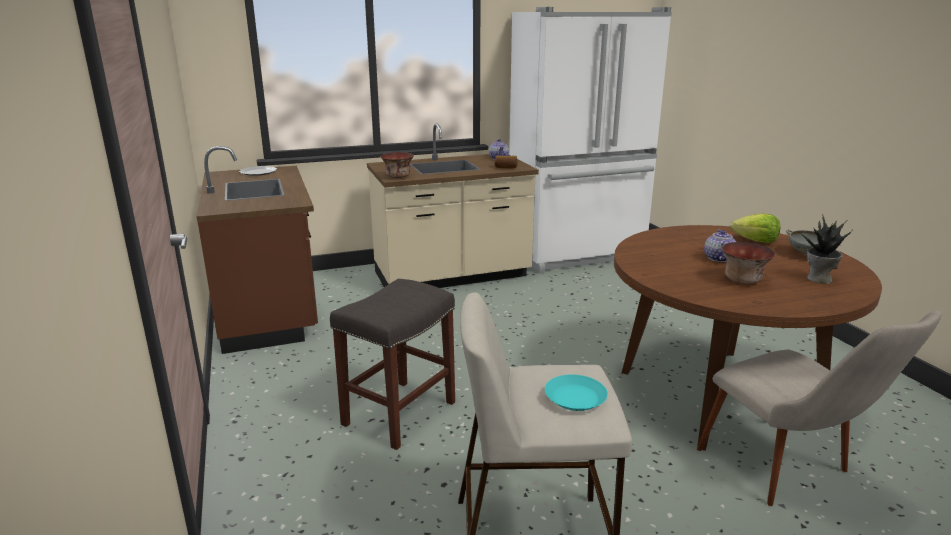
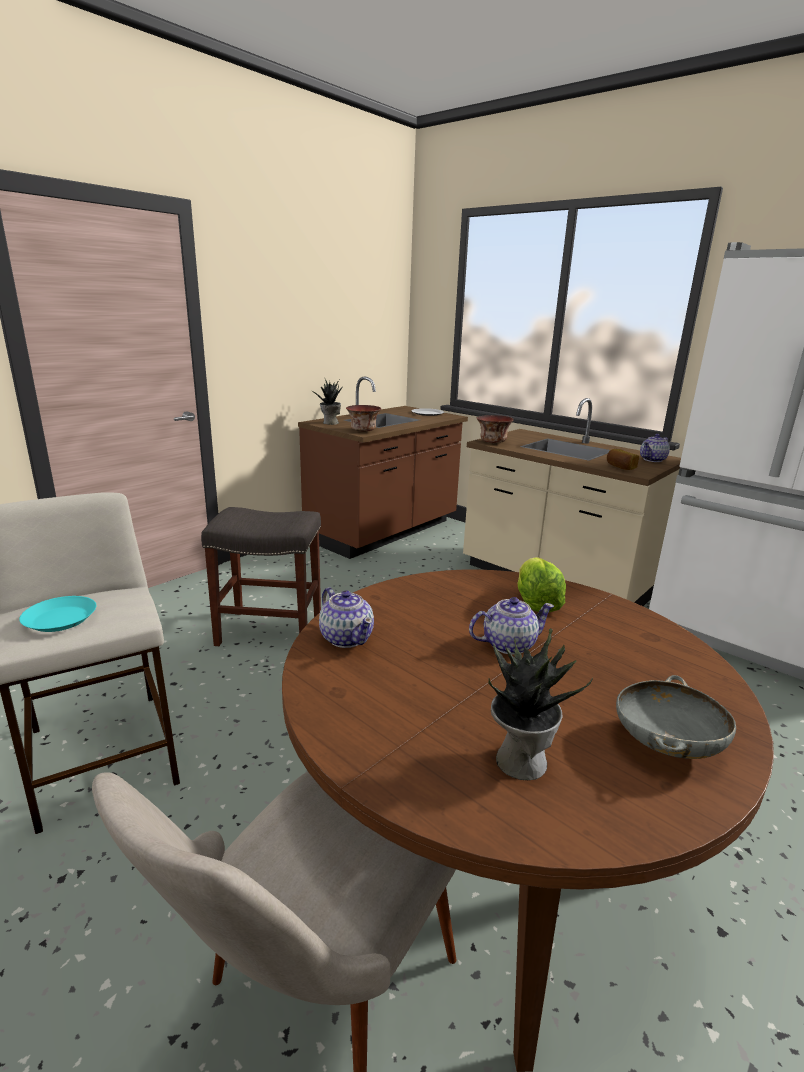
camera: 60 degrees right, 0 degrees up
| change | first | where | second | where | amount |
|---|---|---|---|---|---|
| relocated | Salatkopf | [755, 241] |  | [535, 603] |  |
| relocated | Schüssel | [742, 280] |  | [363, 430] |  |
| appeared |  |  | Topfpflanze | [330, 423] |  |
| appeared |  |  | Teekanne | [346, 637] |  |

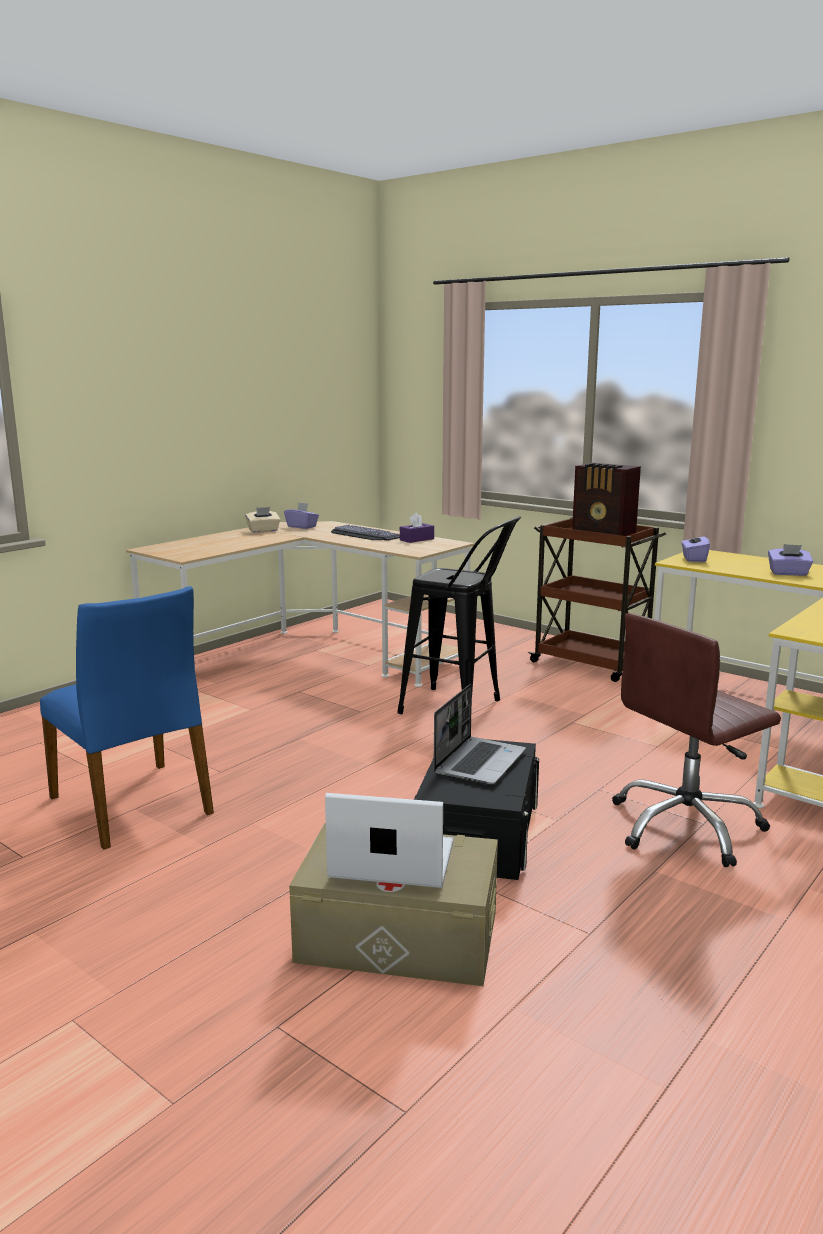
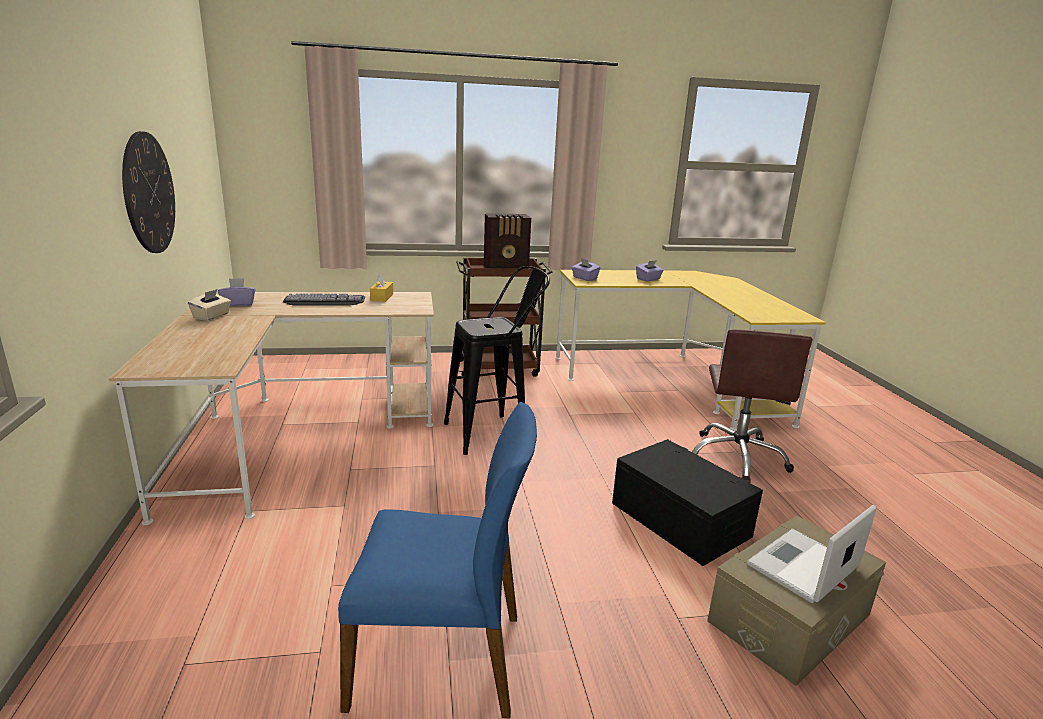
camera: 50 degrees left, 5 degrees up
| change | first | where | second | where | amount |
|---|---|---|---|---|---|
| colour | Taschentuchbox (lila) | [417, 539] | Taschentuchbox (gelb) | [382, 297] |  |
| missing | Laptop | [479, 762] |  |  |  |
| appeared |  |  | Wanduhr | [149, 193] |  |

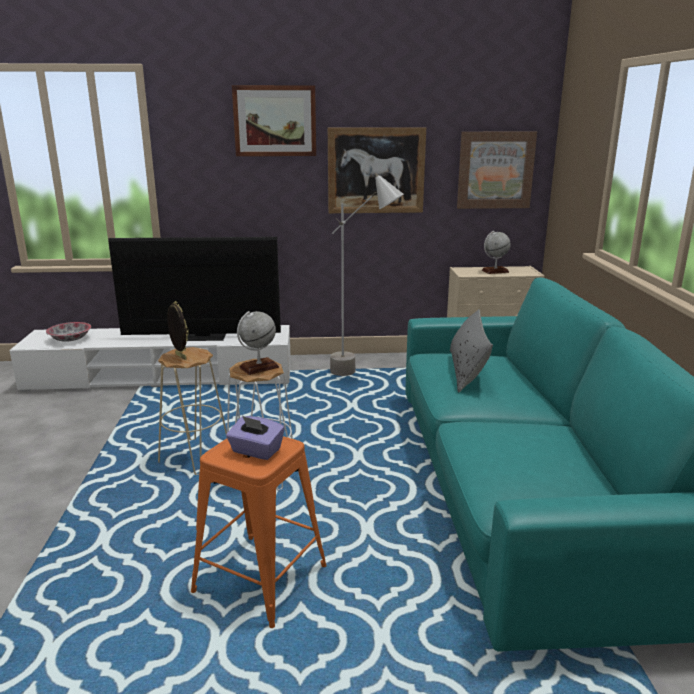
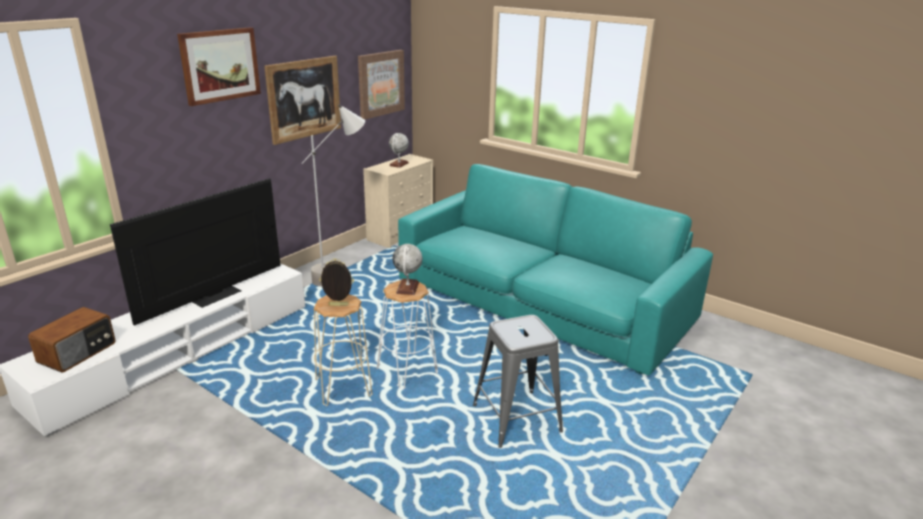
camera: 50 degrees left, 5 degrees up
| change | first | where | second | where | amount |
|---|---|---|---|---|---|
| missing | Kissen (grau) | [467, 370] |  |  |  |
| exchanged | Schüssel | [70, 339] | Radio | [78, 353] |  |
| missing | Taschentuchbox (lila) | [256, 451] |  |  |  |
| colour | Hocker (orange) | [260, 579] | Hocker (grau) | [516, 418] |  |

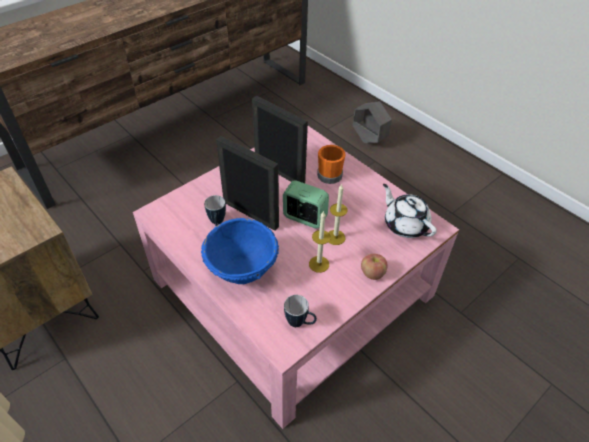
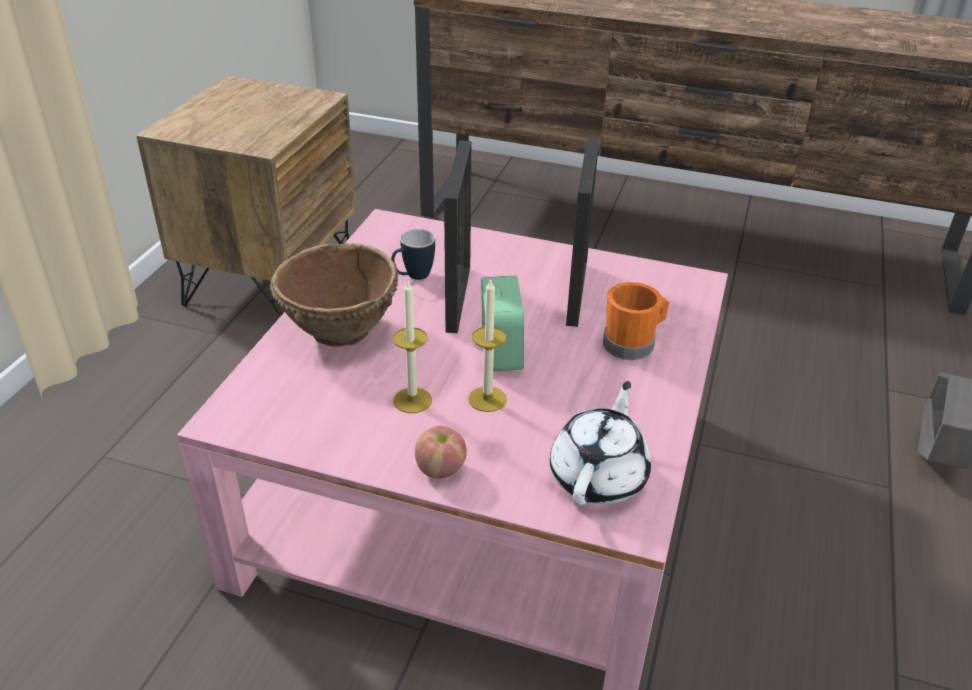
camera: 60 degrees right, 10 degrees down
| change | first | where | second | where | amount |
|---|---|---|---|---|---|
| colour | Schüssel (blau) | [243, 271] | Schüssel (braun) | [340, 331] |  |
| missing | Henkelbecher | [300, 323] |  |  |  |

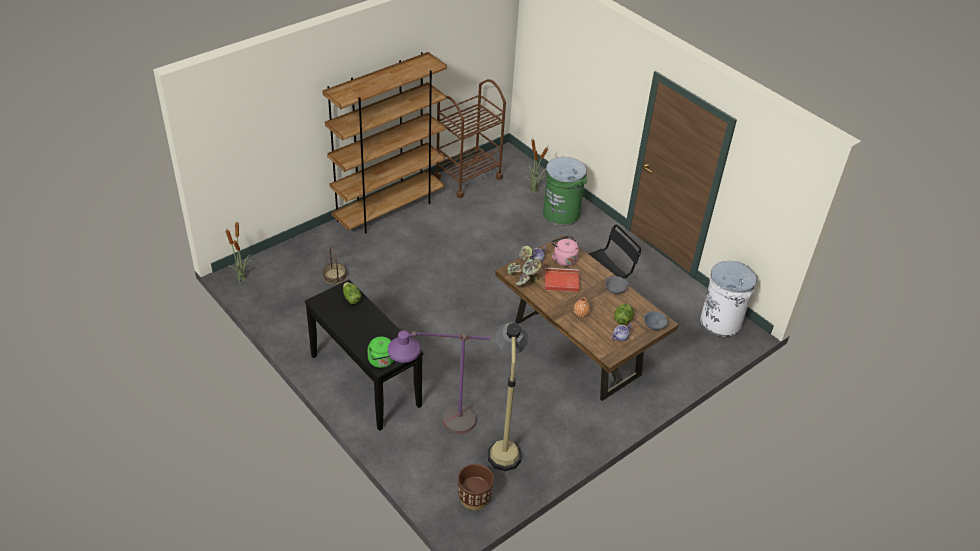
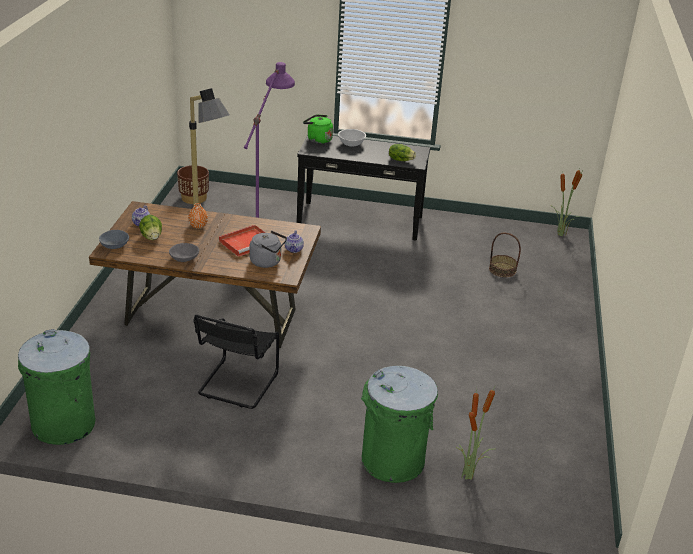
camera: 140 degrees right, 10 degrees down
| change | first | where | second | where | amount |
|---|---|---|---|---|---|
| missing | Bücherregal (braun) | [389, 209] |  |  |  |
| missing | Rollwagen (braun) | [468, 177] |  |  |  |
| colour | Wasserkessel (rosa) | [563, 259] | Wasserkessel (grau) | [267, 262] |  |
| missing | Topfpflanze | [524, 279] |  |  |  |
| colour | Mülleimer (weiß) | [721, 322] | Mülleimer (grün) | [63, 424] |  |
| appeared |  |  | Schüssel (weiß) | [351, 144] |  |

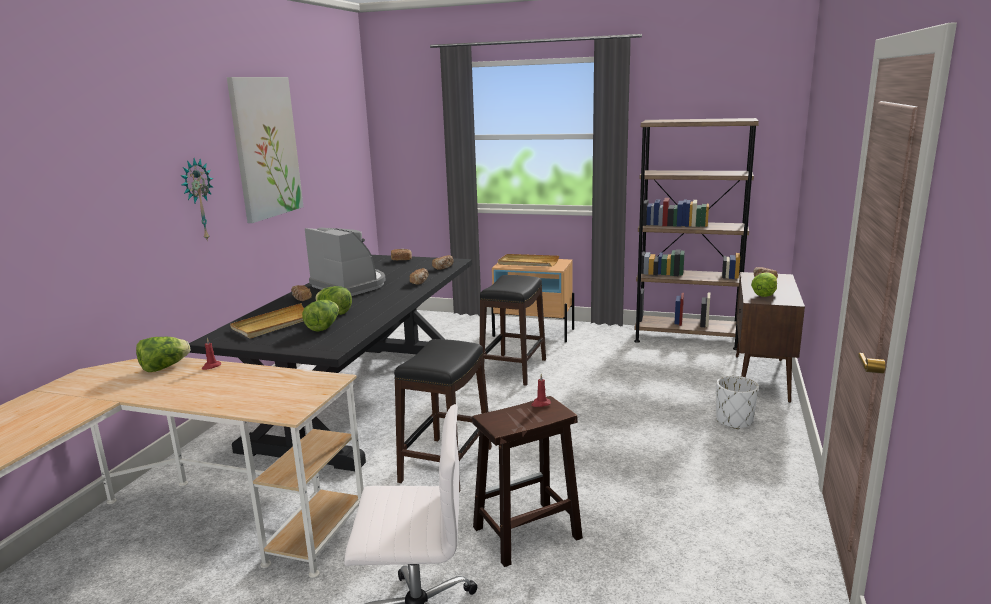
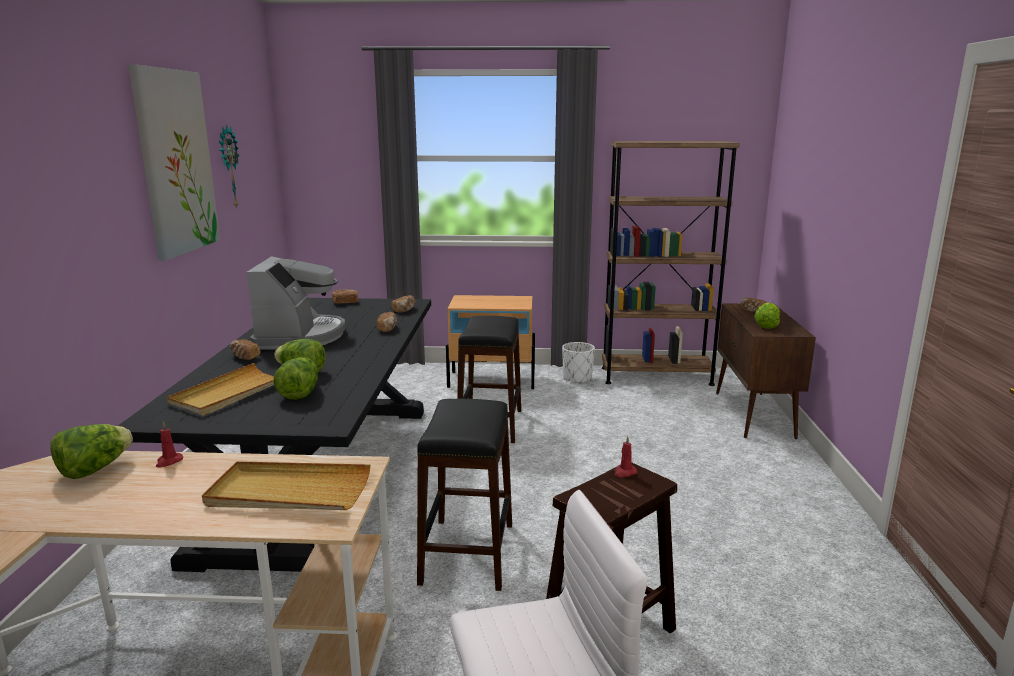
camera: 15 degrees left, 0 degrees up
| change | first | where | second | where | amount |
|---|---|---|---|---|---|
| relocated | Wanduhr | [197, 200] |  | [228, 167] |  |
| spun | Kaffeemaschine | [350, 285] |  | [300, 336] | 60 degrees clockwise |
| relocated | Tablett (beige) | [528, 263] |  | [288, 492] |  |
| relocated | Pflanzkübel (weiß) | [734, 421] |  | [577, 378] |  |

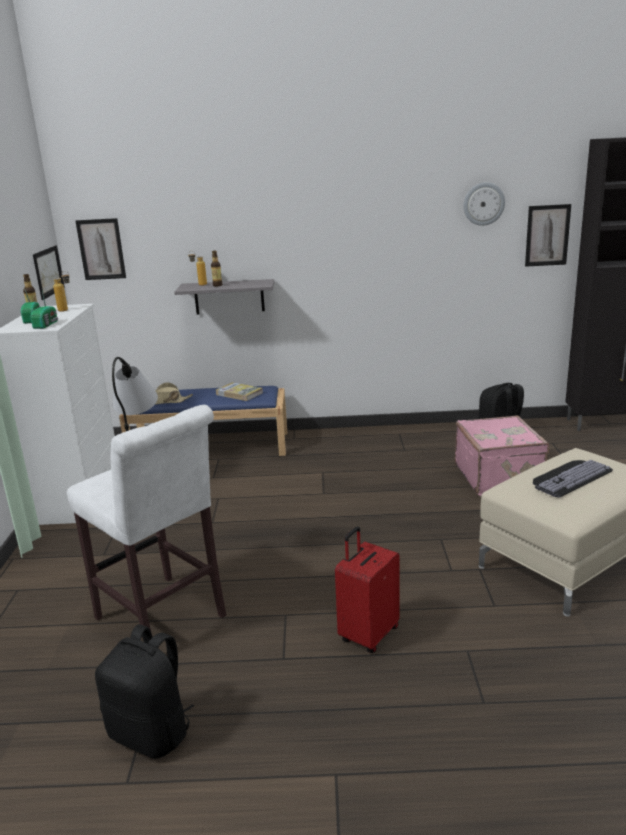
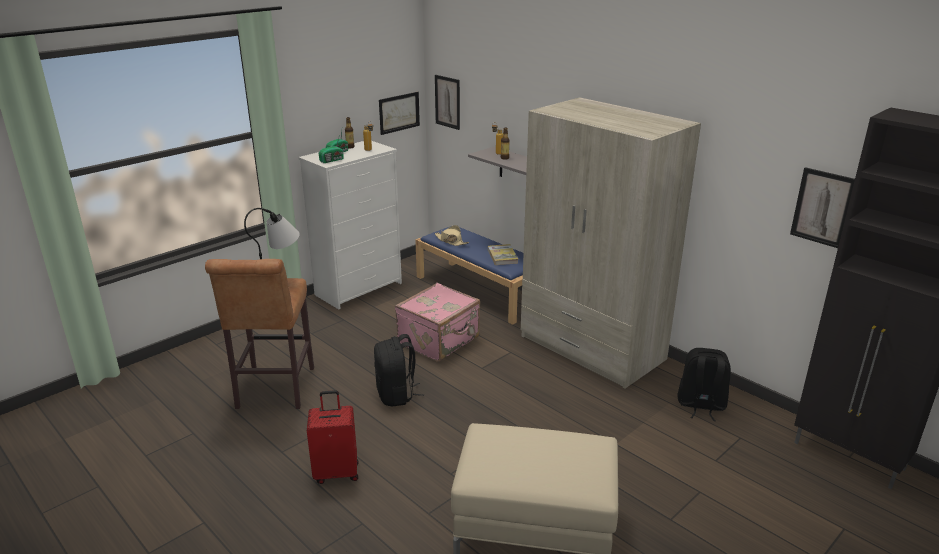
camera: 45 degrees right, 5 degrees up
| change | first | where | second | where | amount |
|---|---|---|---|---|---|
| missing | Wanduhr | [483, 204] |  |  |  |
| colour | Hocker (weiß) | [164, 620] | Hocker (braun) | [274, 391] |  |
| relocated | Koffer (rosa) | [499, 478] |  | [440, 341] |  |
| missing | Tastatur | [569, 477] |  |  |  |
| relocated | Rucksack (schwarz) | [152, 733] |  | [396, 395] |  |
| appeared |  |  | Kleiderschrank (beige) | [591, 348] |  |

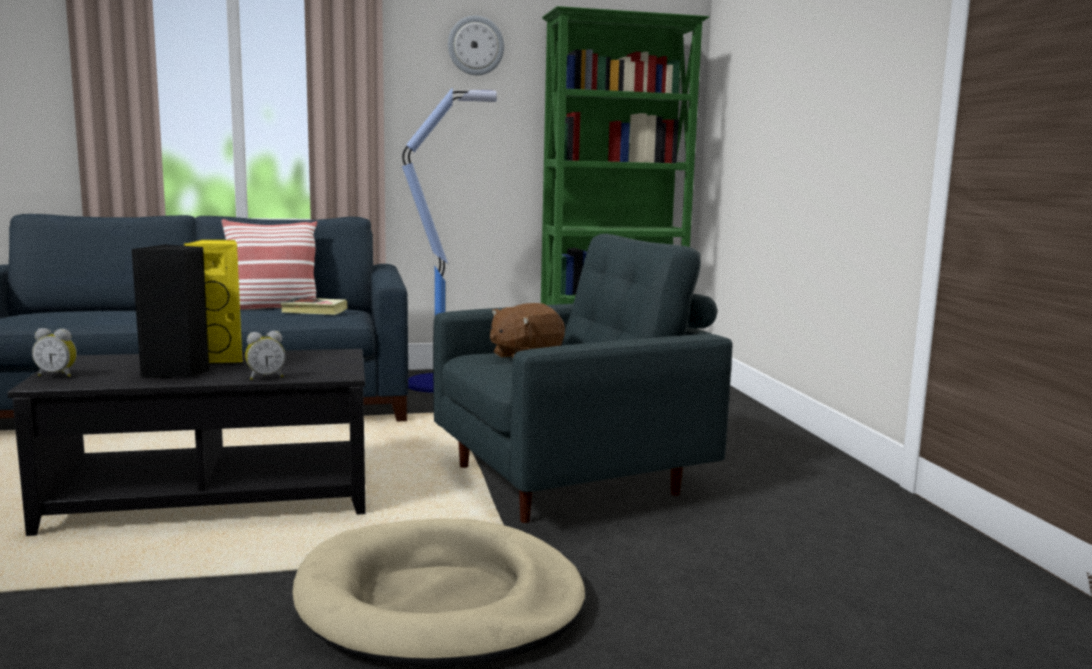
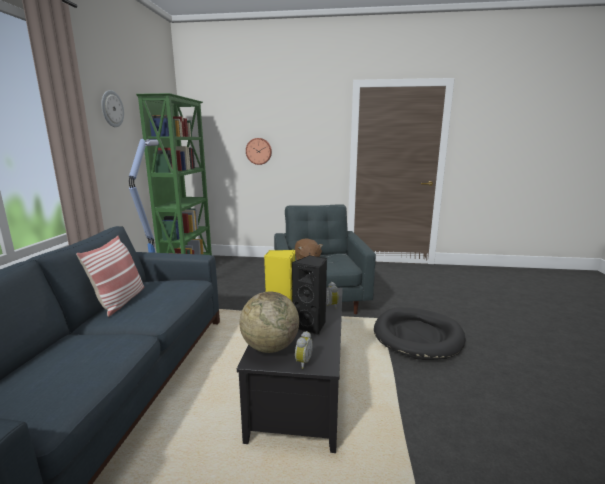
camera: 70 degrees left, 5 degrees up
| change | first | where | second | where | amount |
|---|---|---|---|---|---|
| missing | Buch | [314, 311] |  |  |  |
| colour | Hundebett (beige) | [440, 602] | Hundebett (schwarz) | [418, 336] |  |
| appeared |  |  | Wanduhr | [259, 151] |  |
| appeared |  |  | Globus | [270, 347] |  |

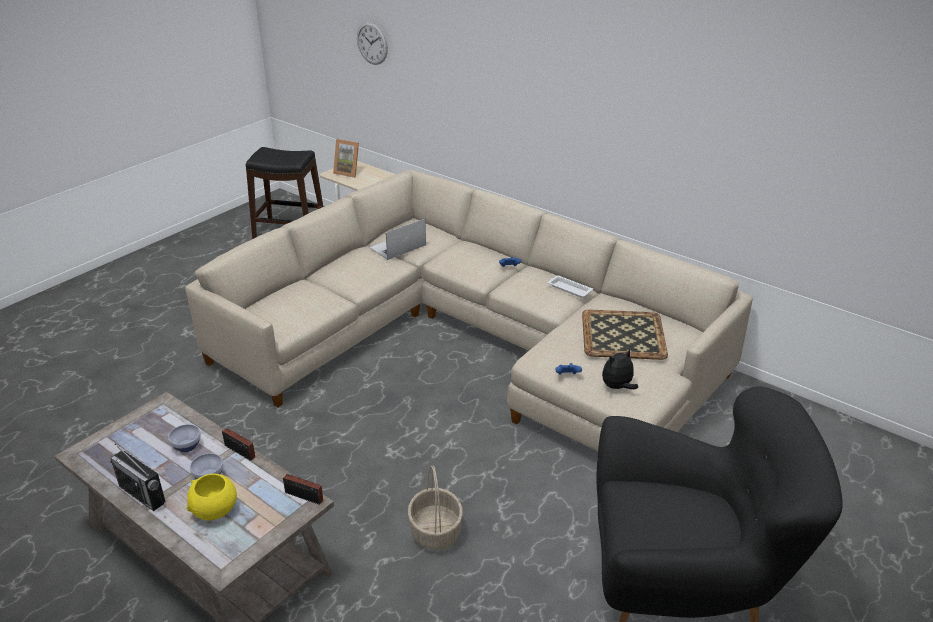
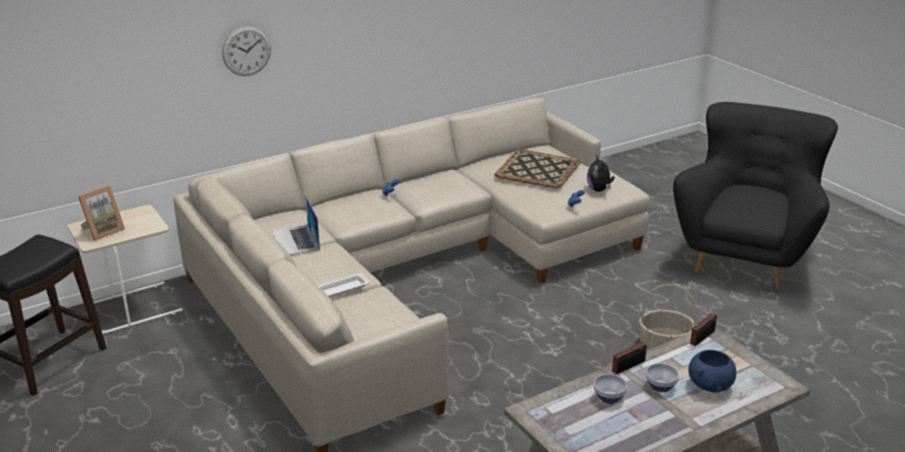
camera: 70 degrees left, 5 degrees down
| change | first | where | second | where | amount |
|---|---|---|---|---|---|
| relocated | Wanduhr | [372, 43] |  | [246, 51] |  |
| relocated | Tablett (weiß) | [569, 289] |  | [342, 289] |  |
| missing | Radio | [142, 494] |  |  |  |
| colour | Schüssel (gelb) | [215, 510] | Schüssel (blau) | [710, 385] |  |

